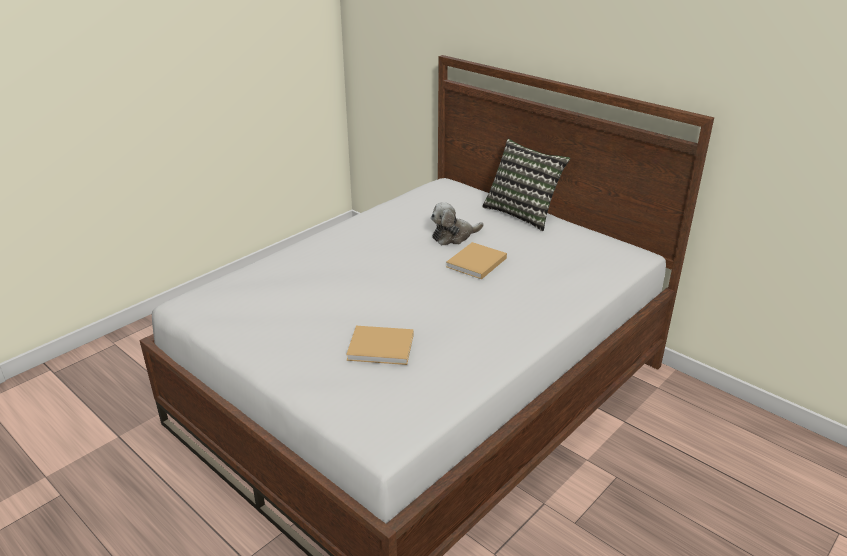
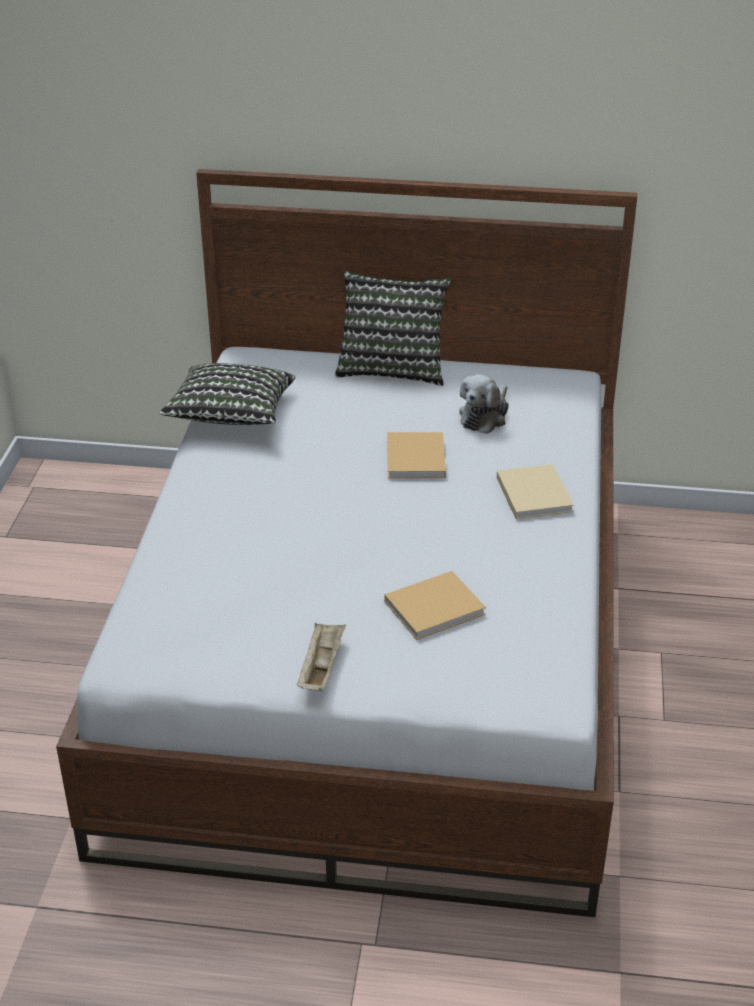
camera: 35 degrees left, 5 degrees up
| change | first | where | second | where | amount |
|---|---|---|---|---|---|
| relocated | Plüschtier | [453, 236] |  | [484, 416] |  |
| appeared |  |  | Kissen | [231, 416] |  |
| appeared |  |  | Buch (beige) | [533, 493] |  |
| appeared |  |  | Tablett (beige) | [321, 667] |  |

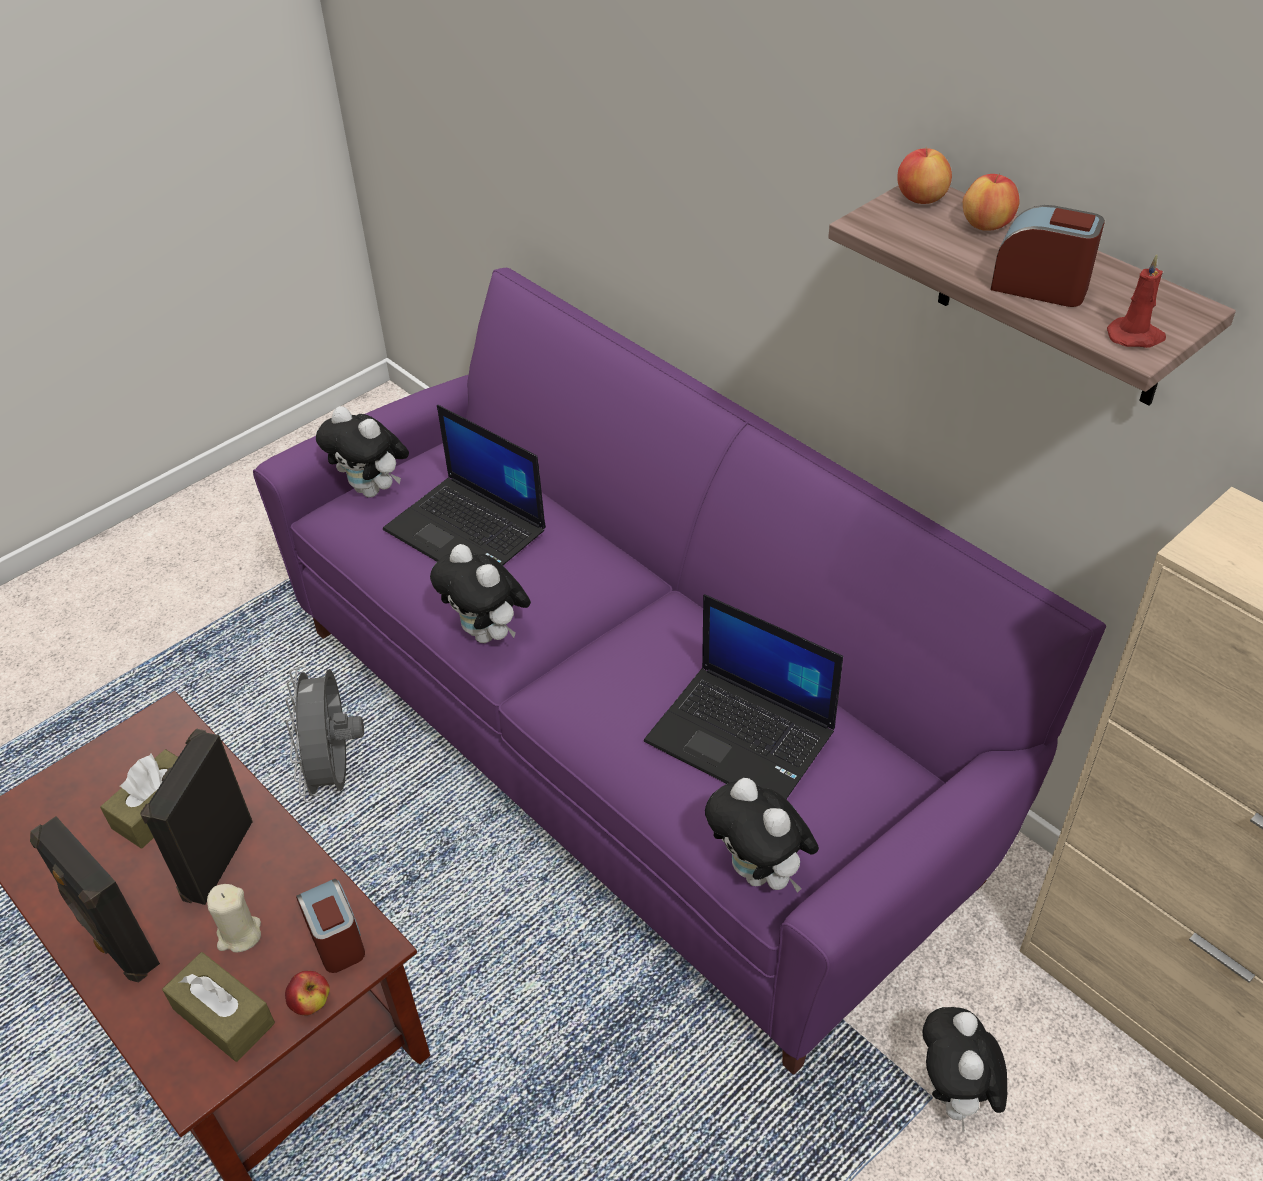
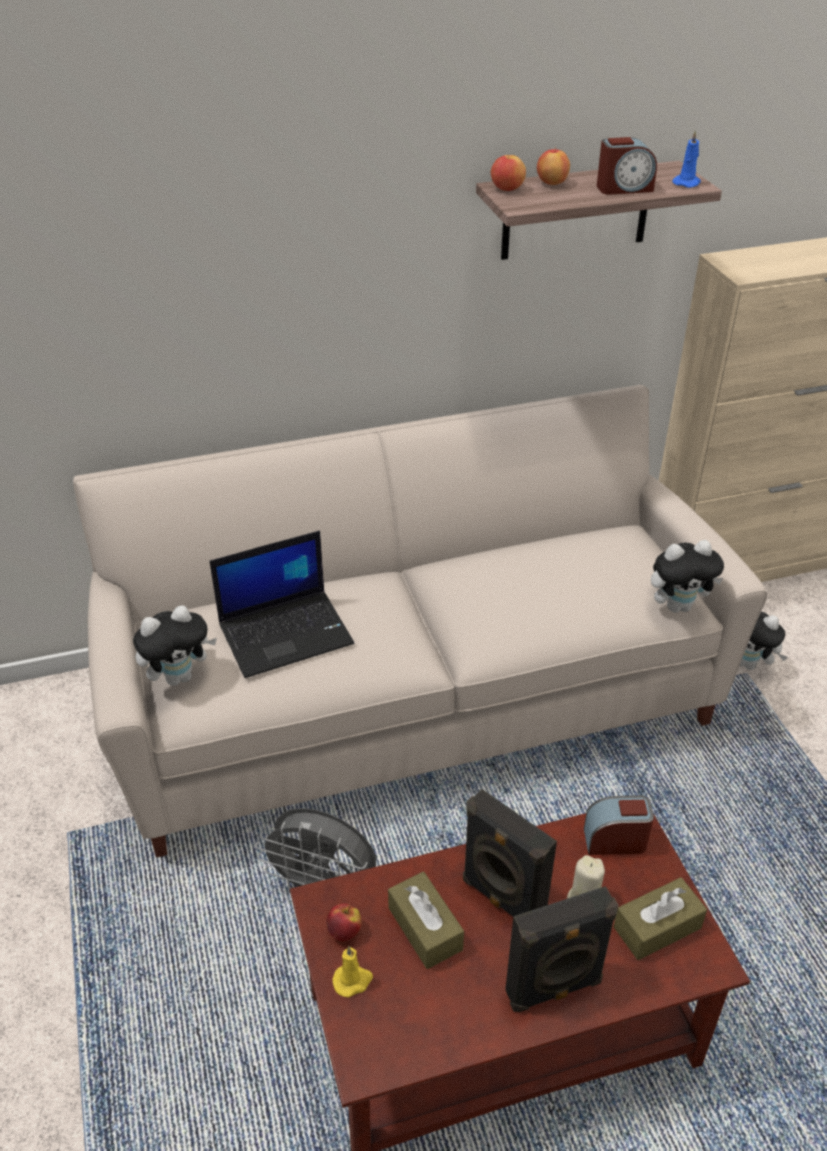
camera: 65 degrees left, 5 degrees down
| change | first | where | second | where | amount |
|---|---|---|---|---|---|
| spun | Wecker | [1040, 286] |  | [624, 188] | 150 degrees counterclockwise |
| colour | Kerze (rot) | [1136, 336] | Kerze (blau) | [687, 183] |  |
| colour | Sofa (lila) | [637, 736] | Sofa (beige) | [413, 698] |  |
| missing | Plüschtier | [488, 634] |  |  |  |
| missing | Laptop | [743, 736] |  |  |  |
| relocated | Apfel | [311, 1003] |  | [344, 931] |  |
| appeared |  |  | Kerze (gelb) | [353, 980] |  |

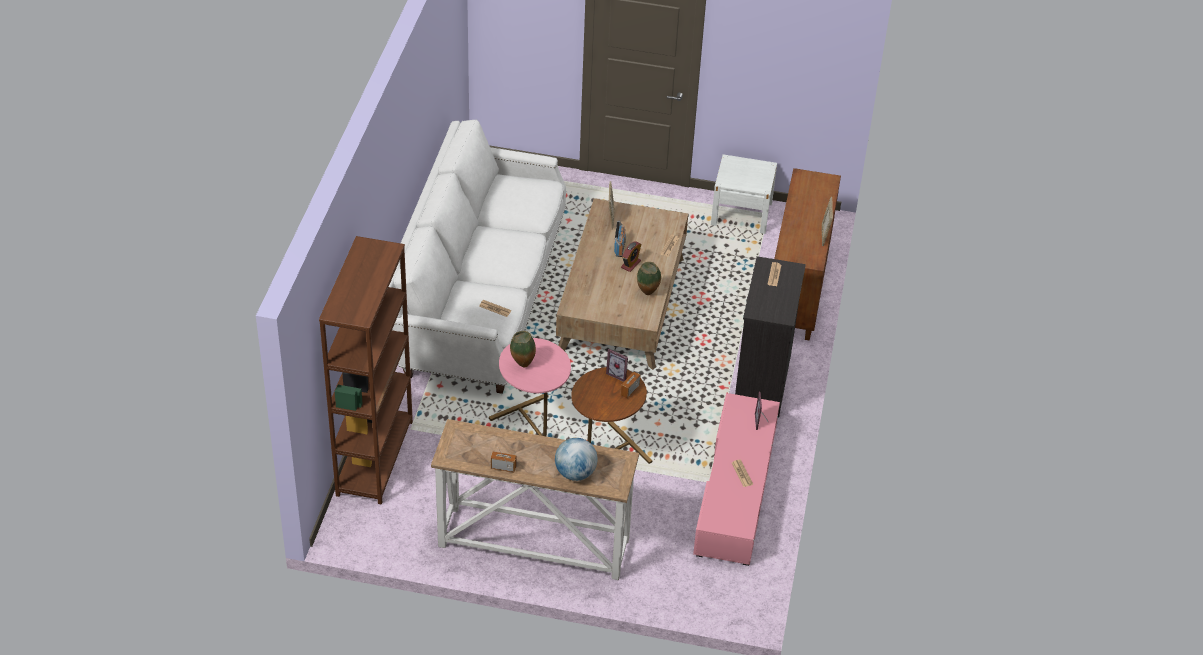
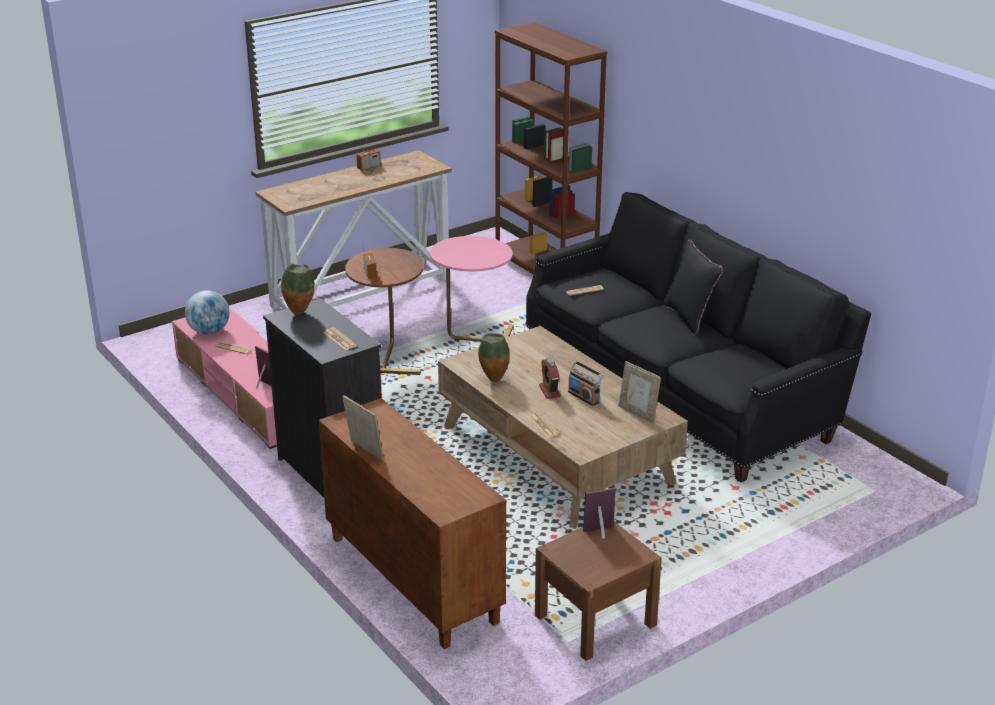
camera: 135 degrees right, 15 degrees down
| change | first | where | second | where | amount |
|---|---|---|---|---|---|
| colour | Sofa (weiß) | [479, 294] | Sofa (schwarz) | [680, 388] |  |
| colour | Nachttisch (weiß) | [741, 213] | Nachttisch (braun) | [595, 620] |  |
| relocated | Vase | [522, 365] |  | [299, 312] |  |
| relocated | Bilderrahmen | [618, 374] |  | [601, 533] |  |
| relocated | Globus | [575, 473] |  | [209, 331] |  |
| appeared |  |  | Kissen (schwarz) | [689, 318] |  |

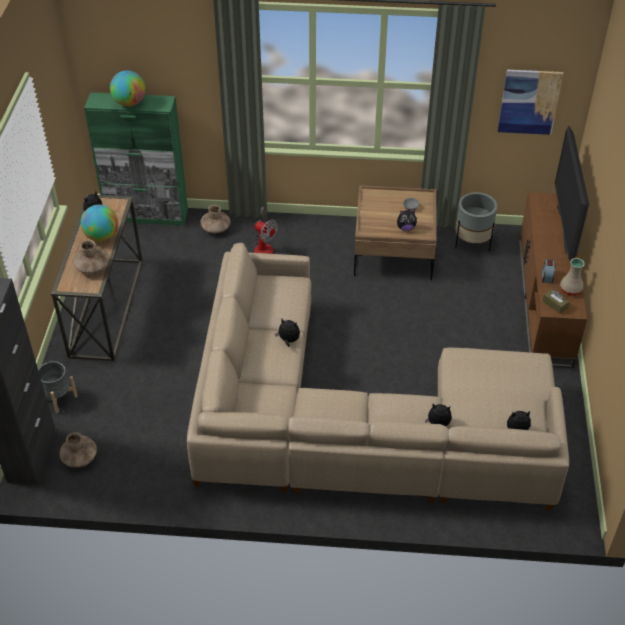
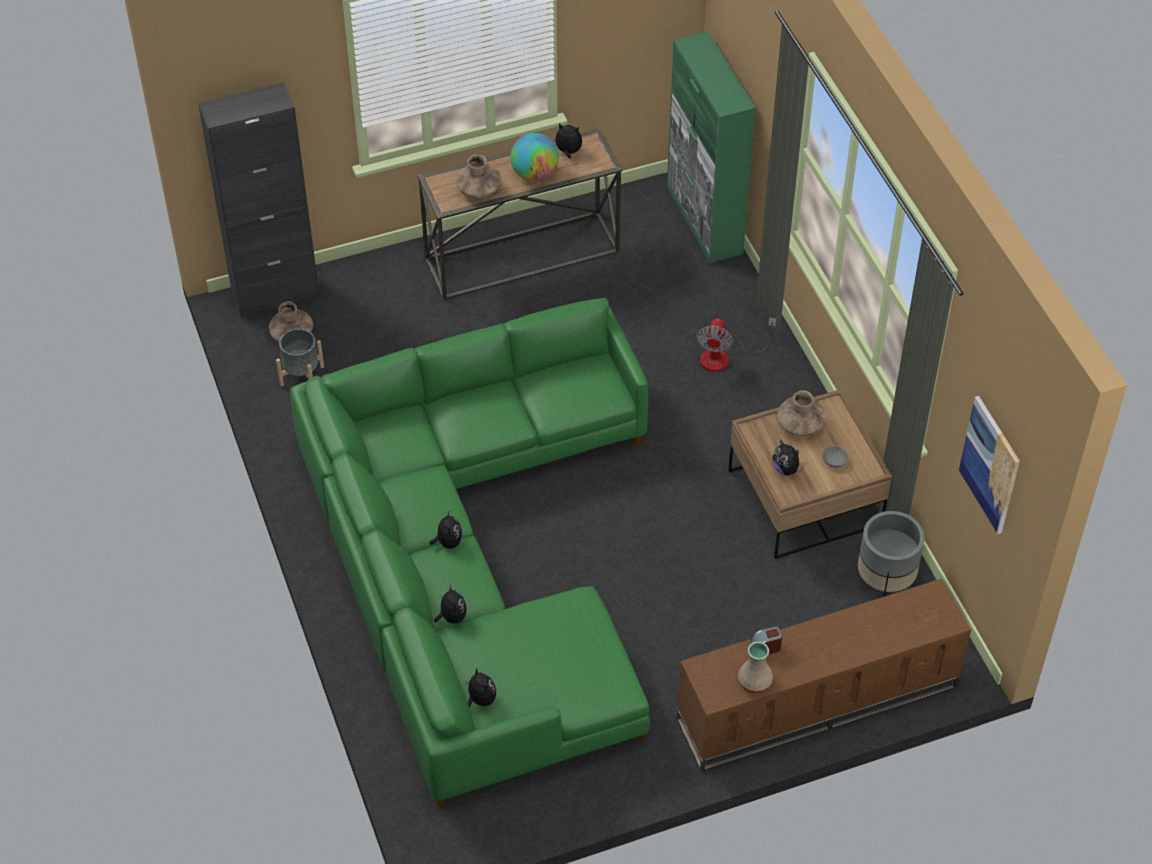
camera: 65 degrees right, 5 degrees up
| change | first | where | second | where | amount |
|---|---|---|---|---|---|
| missing | Globus | [130, 103] |  |  |  |
| missing | Fernseher | [562, 229] |  |  |  |
| relocated | Vase (braun) | [216, 228] |  | [800, 424] |  |
| colour | Sofa (beige) | [356, 422] | Sofa (grün) | [474, 562] |  |
| missing | Taschentuchbox (braun) | [555, 304] |  |  |  |
| relocated | Plüschtier | [288, 340] |  | [448, 542] |  |
| relocated | Pflanzkübel (grau) | [58, 398] |  | [301, 375] |  |

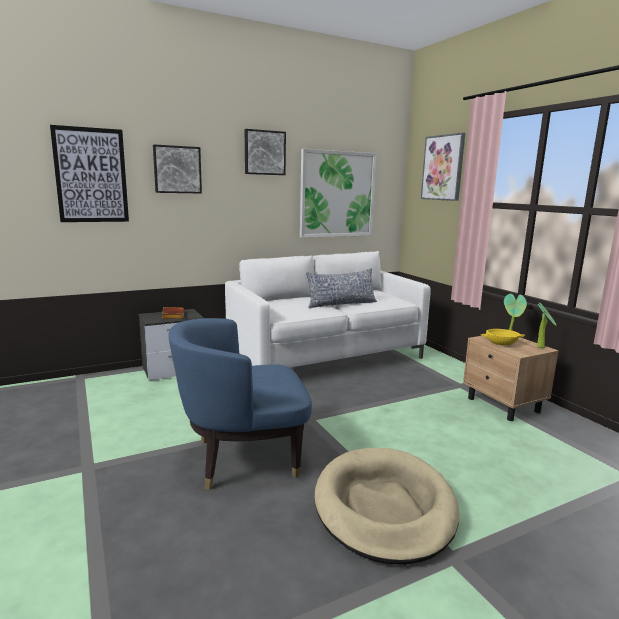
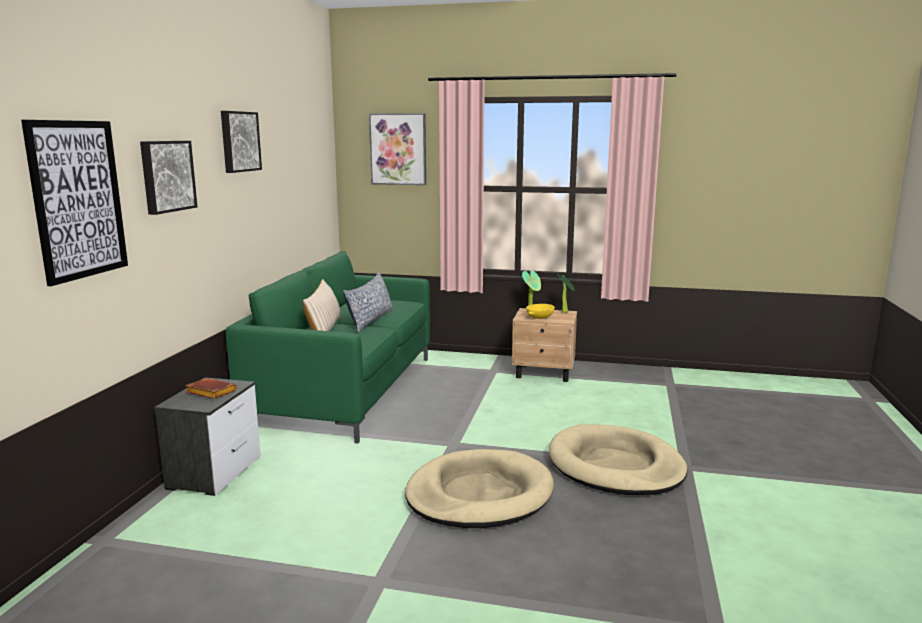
camera: 50 degrees left, 0 degrees up
| change | first | where | second | where | amount |
|---|---|---|---|---|---|
| missing | Bild | [337, 194] |  |  |  |
| colour | Sofa (weiß) | [325, 358] | Sofa (grün) | [345, 392] |  |
| exchanged | Sessel (blau) | [243, 458] | Hundebett (beige) | [479, 494] |  |
| appeared |  |  | Kissen (beige) | [324, 329] |  |

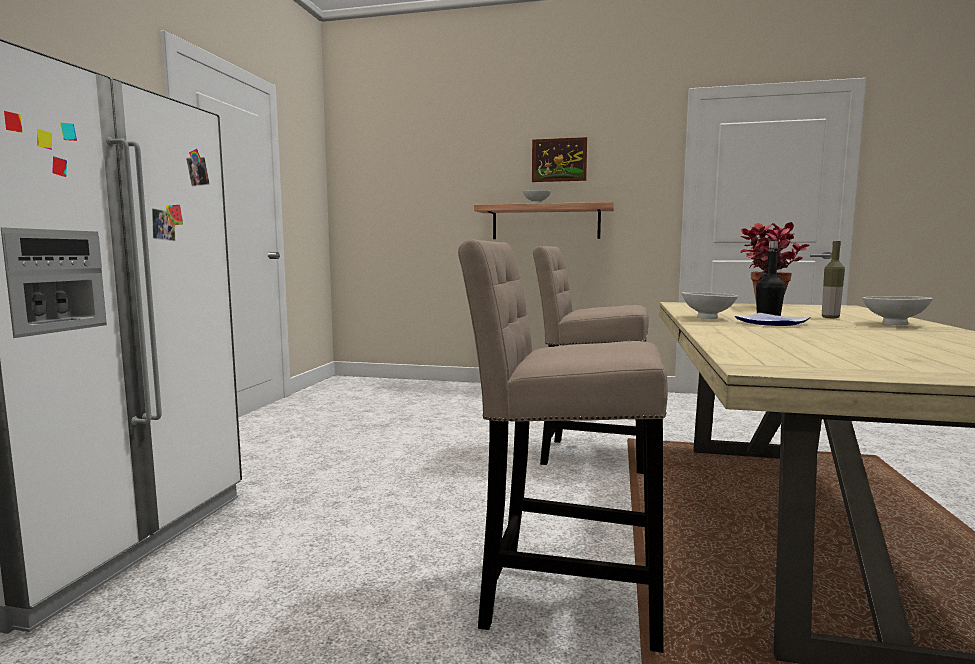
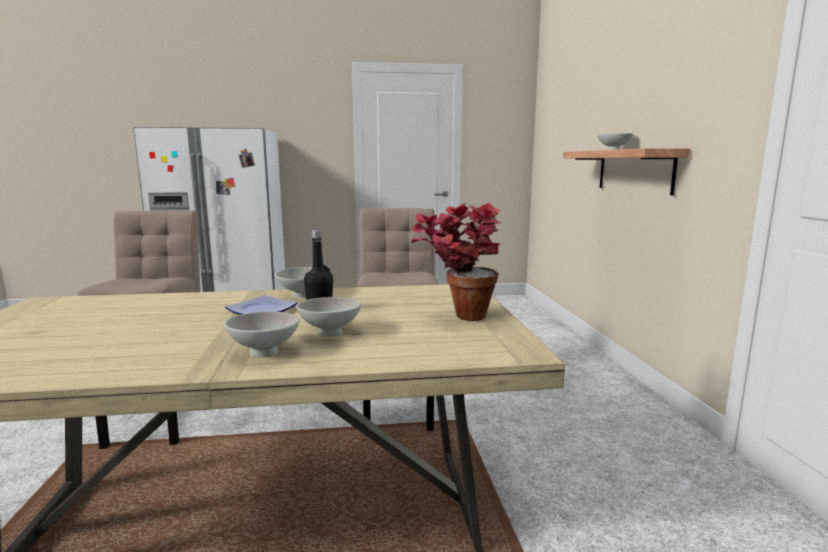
camera: 70 degrees right, 5 degrees up
| change | first | where | second | where | amount |
|---|---|---|---|---|---|
| missing | Bild | [559, 160] |  |  |  |
| exchanged | Flasche | [830, 317] | Schüssel (weiß) | [328, 332] |  |

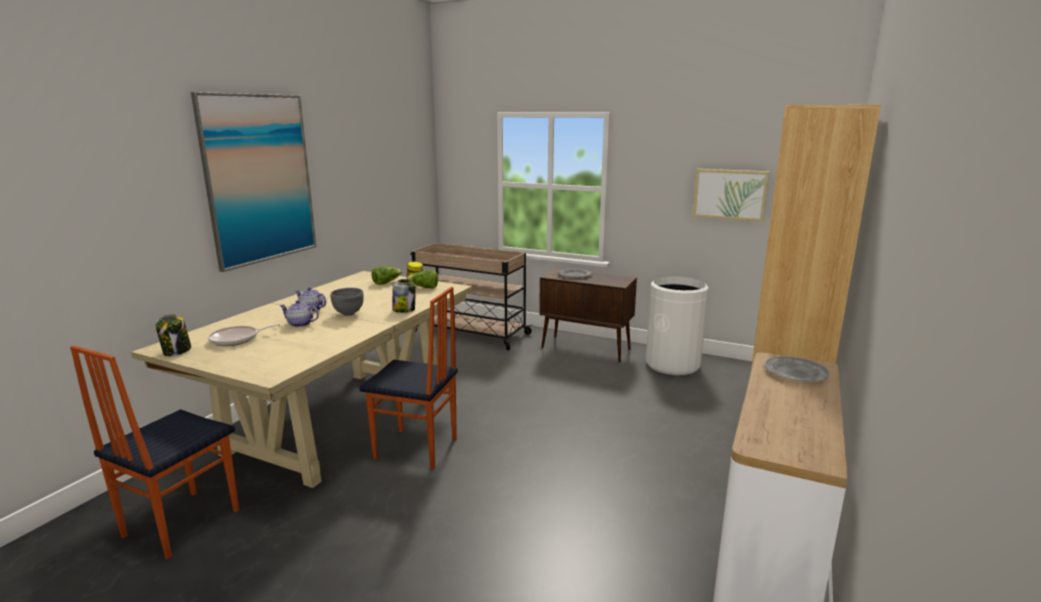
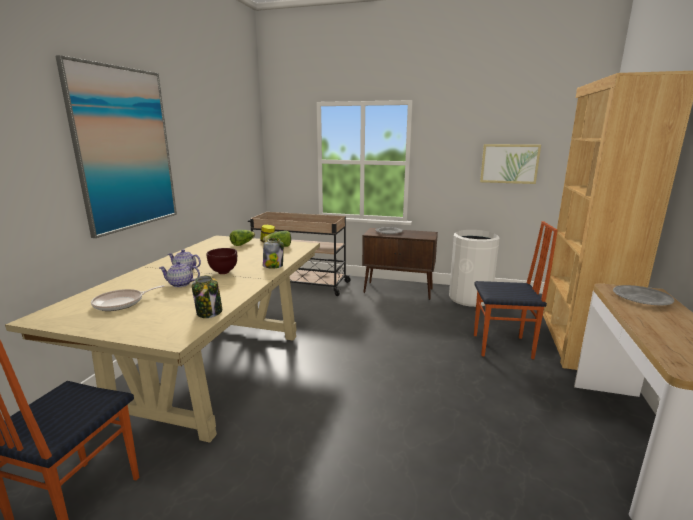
camera: 10 degrees left, 0 degrees up
| change | first | where | second | where | amount |
|---|---|---|---|---|---|
| relocated | Stuhl | [416, 449] |  | [503, 347] |  |
| colour | Schüssel (grau) | [349, 315] | Schüssel (braun) | [224, 273] |  |
| relocated | Vorratsglas | [177, 351] |  | [209, 312] |  |

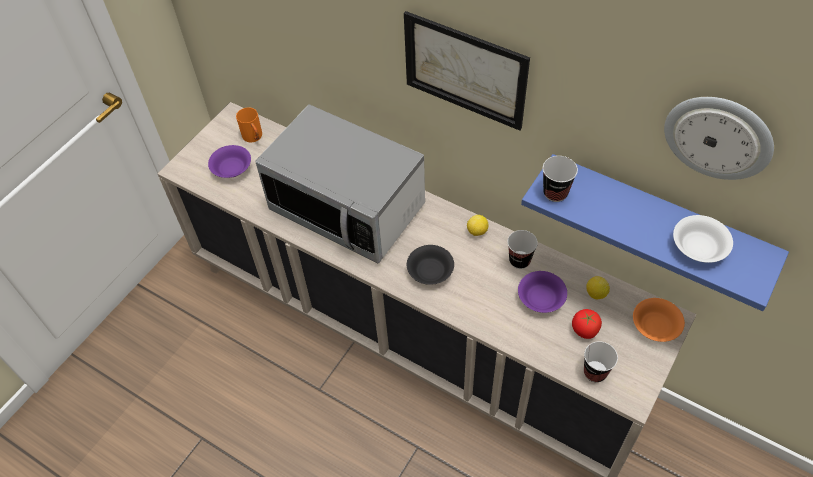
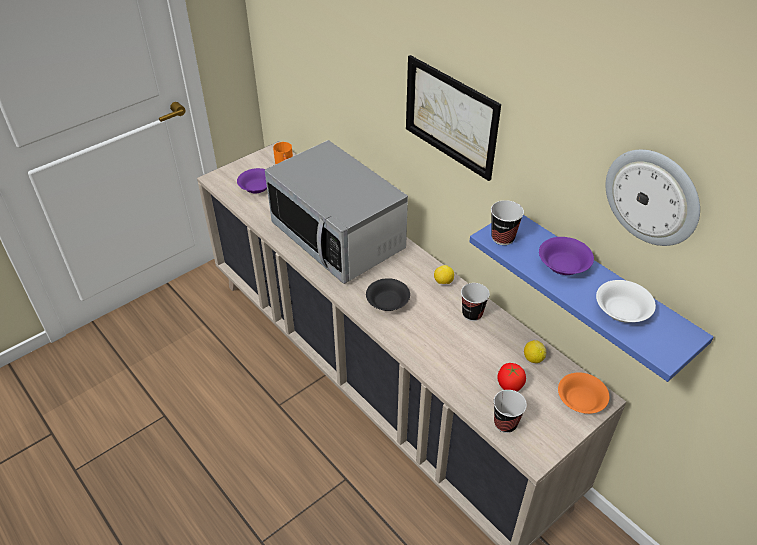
camera: 15 degrees right, 10 degrees down
| change | first | where | second | where | amount |
|---|---|---|---|---|---|
| relocated | Schüssel (lila) | [540, 298] |  | [563, 265] |  |

